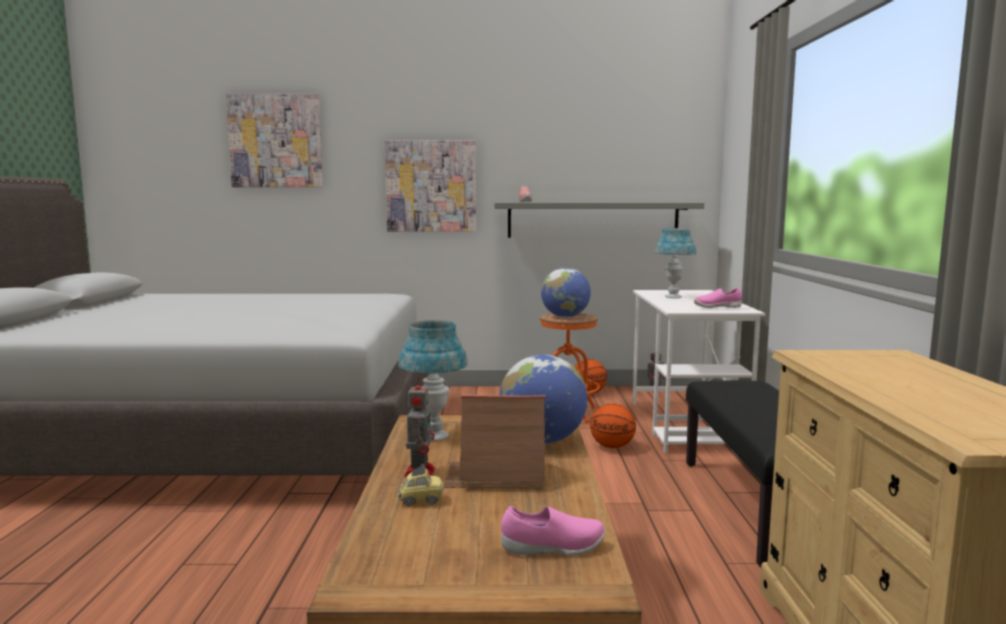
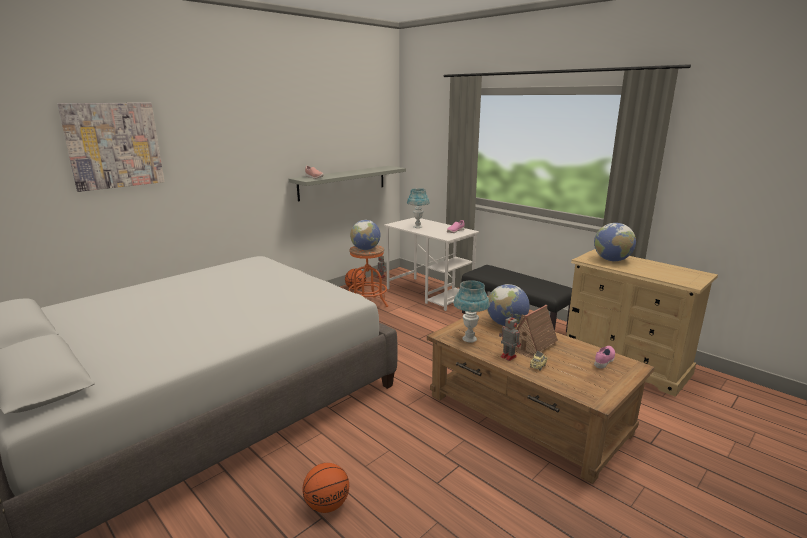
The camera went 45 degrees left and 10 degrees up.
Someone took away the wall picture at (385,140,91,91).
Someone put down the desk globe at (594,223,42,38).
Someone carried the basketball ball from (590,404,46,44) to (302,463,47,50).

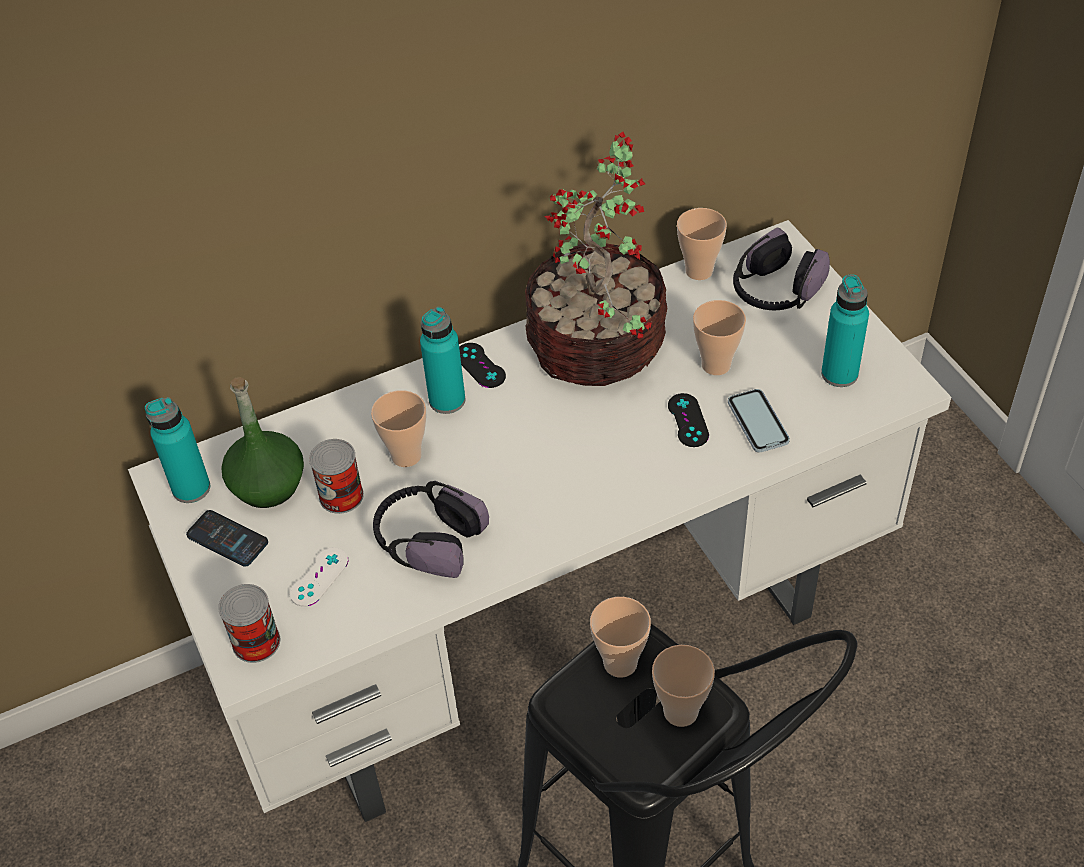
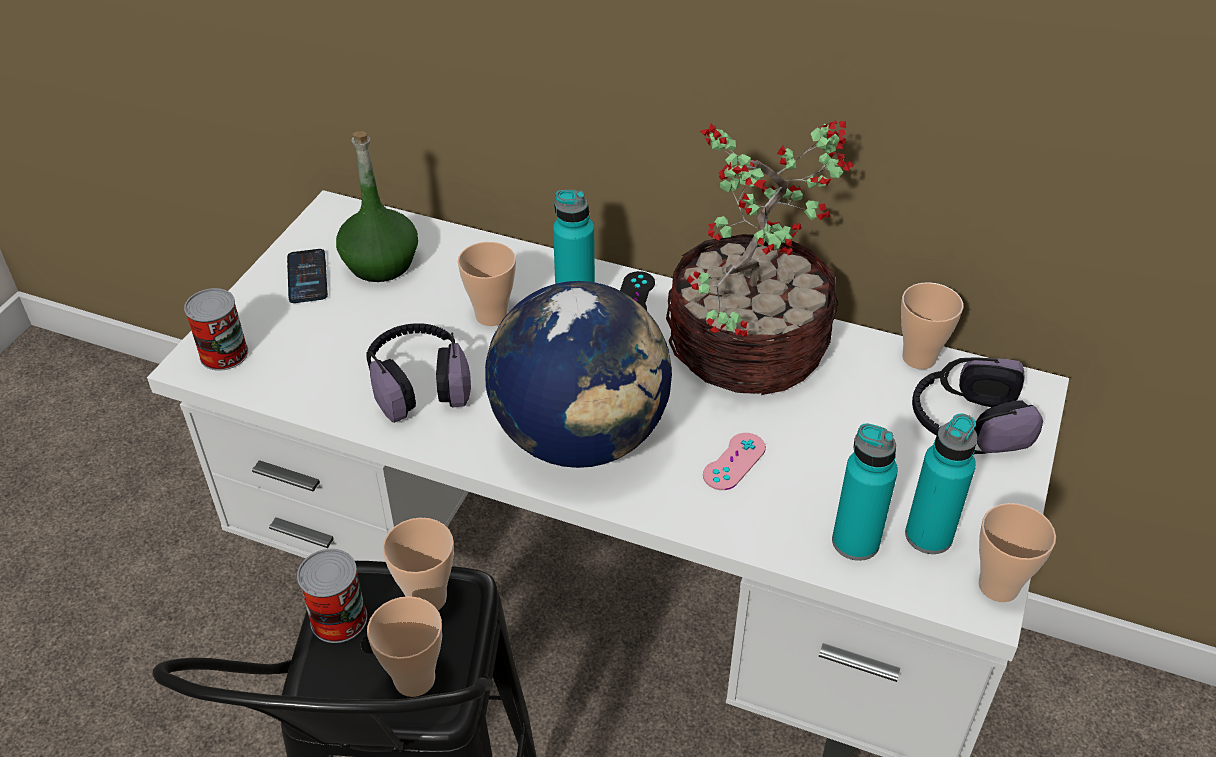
The camera went 45 degrees right and 5 degrees down.
Someone took away the white gamepad at (289,547,59,60).
Someone took away the telephone at (728,389,62,63).
Someone put down the desk globe at (485,281,187,187).
Someone carried the turquoise drink bottle from (145,397,65,106) to (832,423,66,138).
Someone carried the metal can from (309,439,55,75) to (297,549,70,94).
Someone carried the cup from (693,300,53,75) to (979,503,77,100).
Someone repainted the blackish gamepad at (668,393,41,54), which became the pink gamepad at (703,433,63,57).

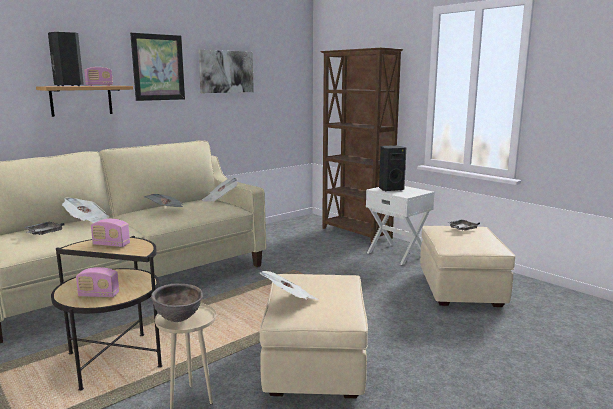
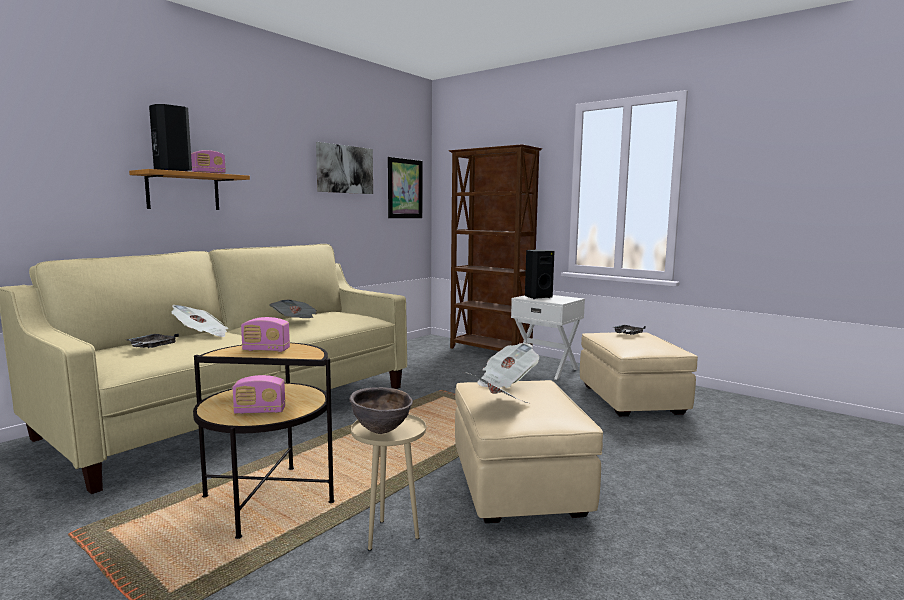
The camera went 10 degrees left and 5 degrees down.
Someone carried the wall picture from (130,33,55,68) to (388,157,34,61).
Someone carried the newspaper from (202,178,36,24) to (477,343,62,45).

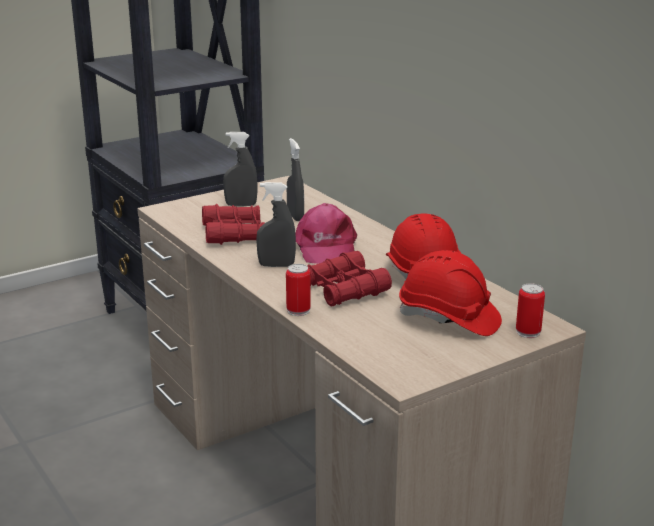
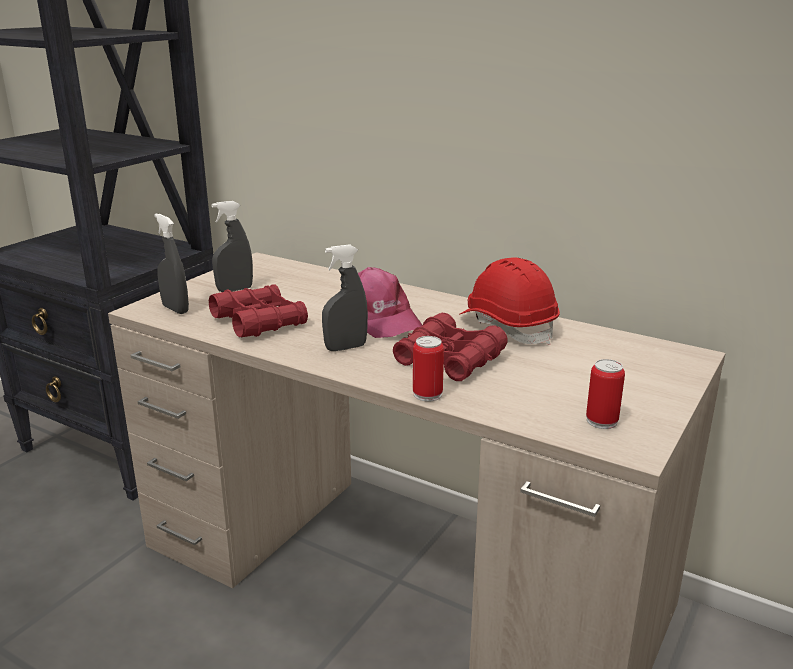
The camera went 25 degrees left and 0 degrees up.
Someone took away the red hard hat at (399,250,103,86).
Someone carried the greyish spray bottle from (287,138,17,83) to (154,213,35,101).
Someone carried the metal can from (516,283,29,55) to (586,359,39,70).

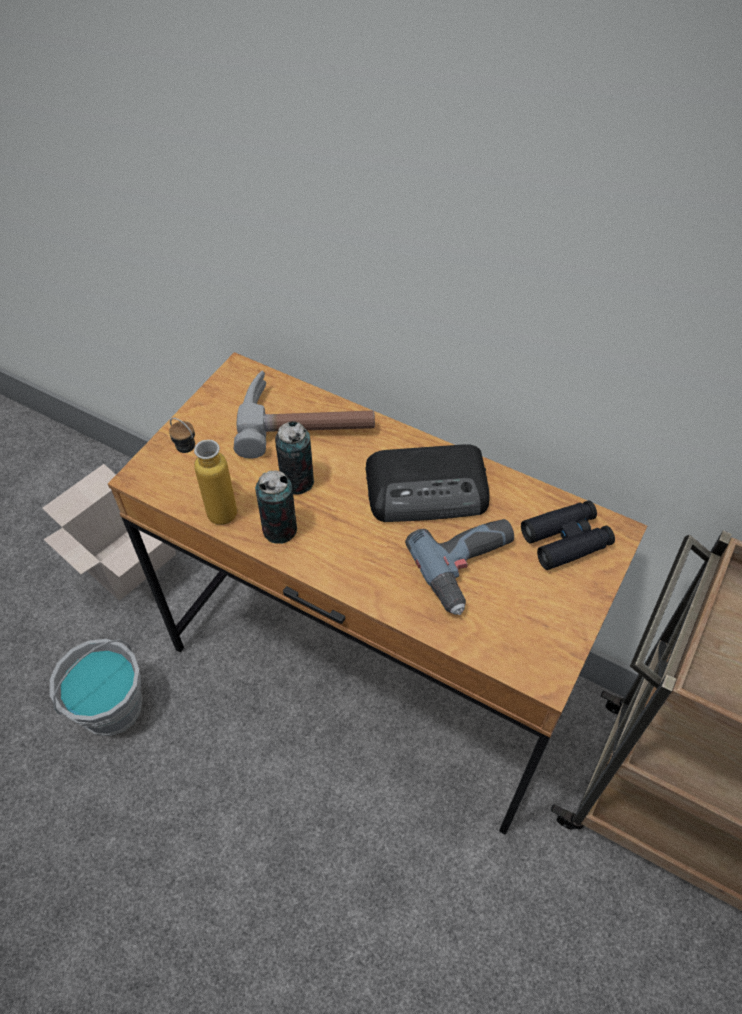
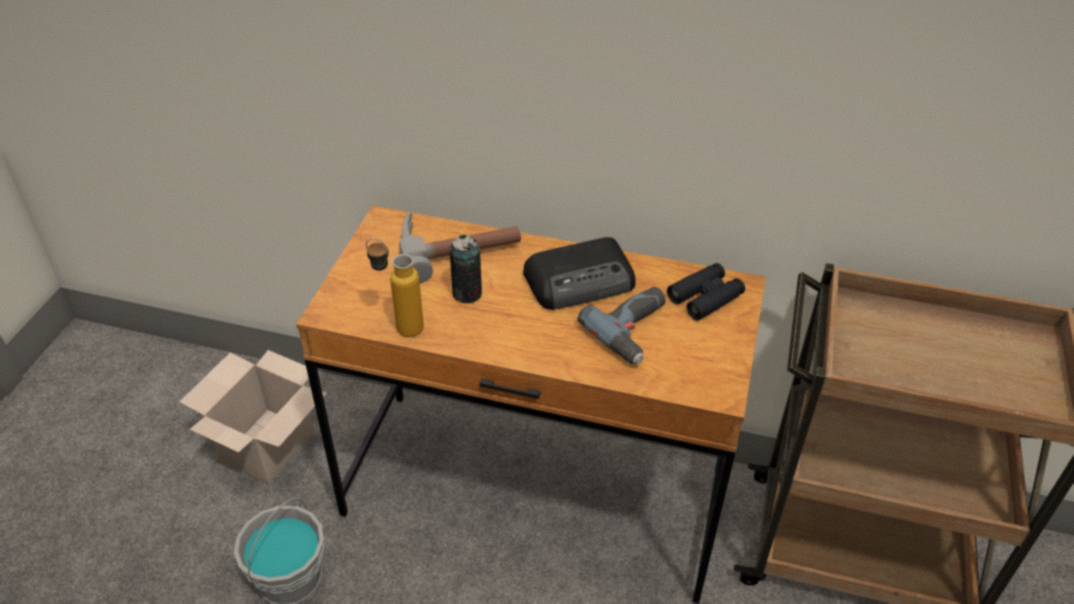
The camera went 15 degrees left and 10 degrees down.
Someone took away the metal can at (255,470,42,74).

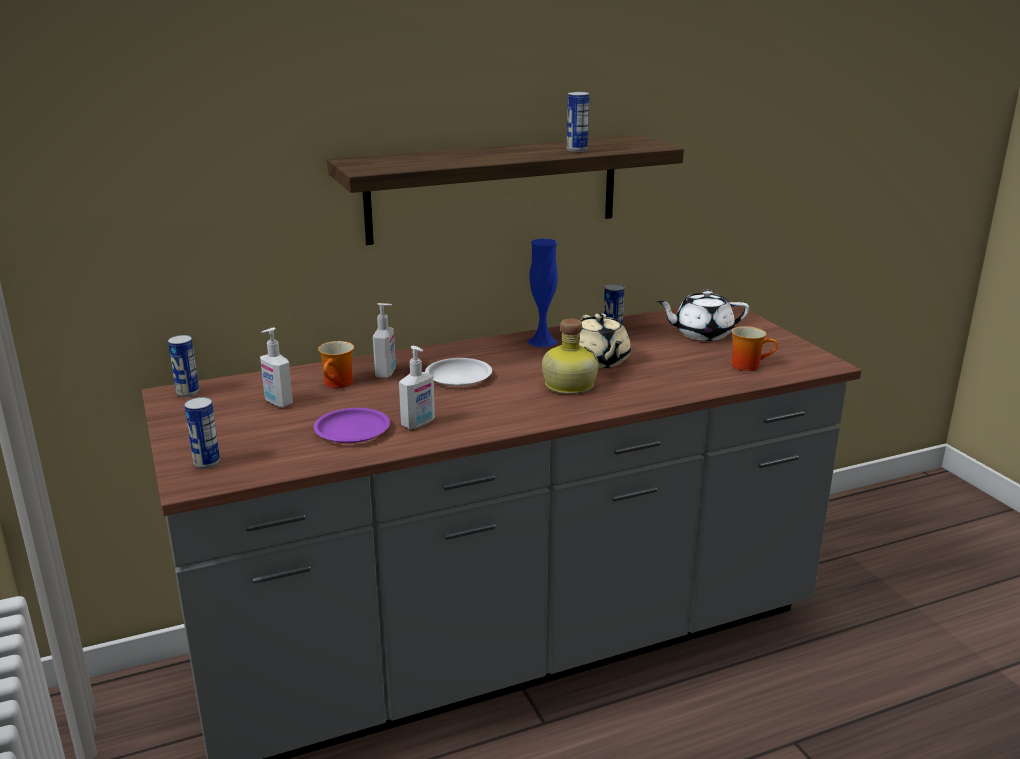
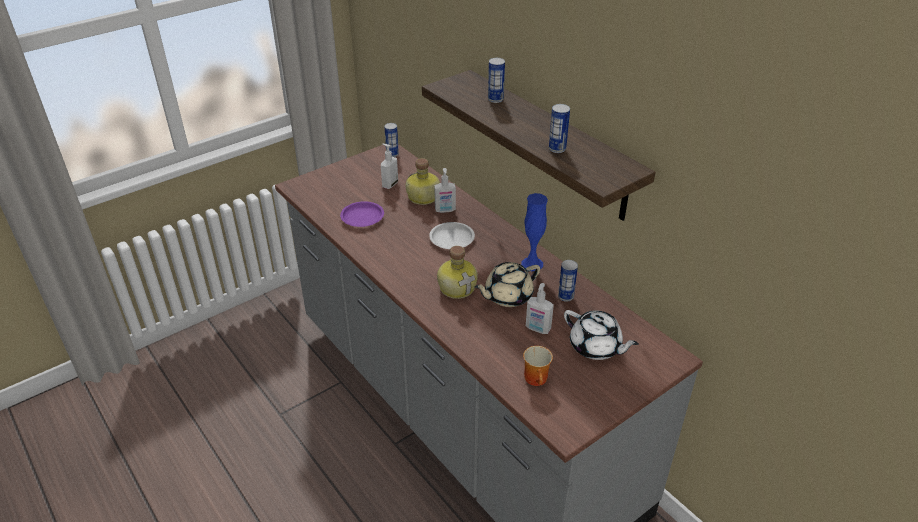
The camera went 75 degrees right and 15 degrees up.
Someone carried the metal can from (184,397,36,72) to (488,58,17,45).
Someone carried the soap dispenser from (399,346,36,83) to (526,283,28,51).
Someone swapped the coffee mug at (318,341,36,47) for the drink bottle at (405,158,35,47).
Someone rotated the white tea pot at (657,290,92,51) by 150 degrees clockwise.

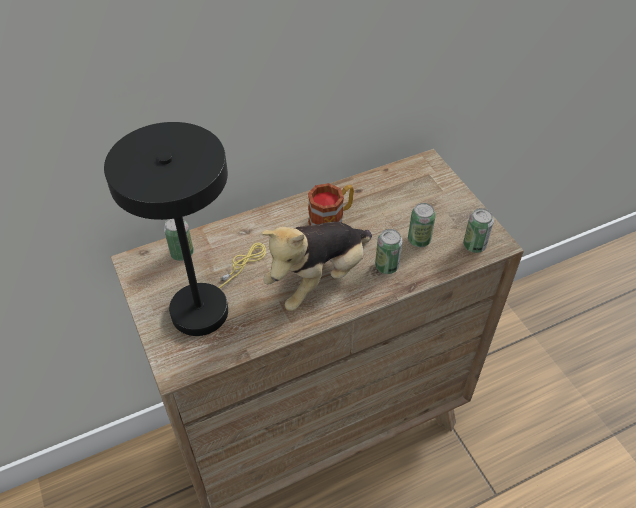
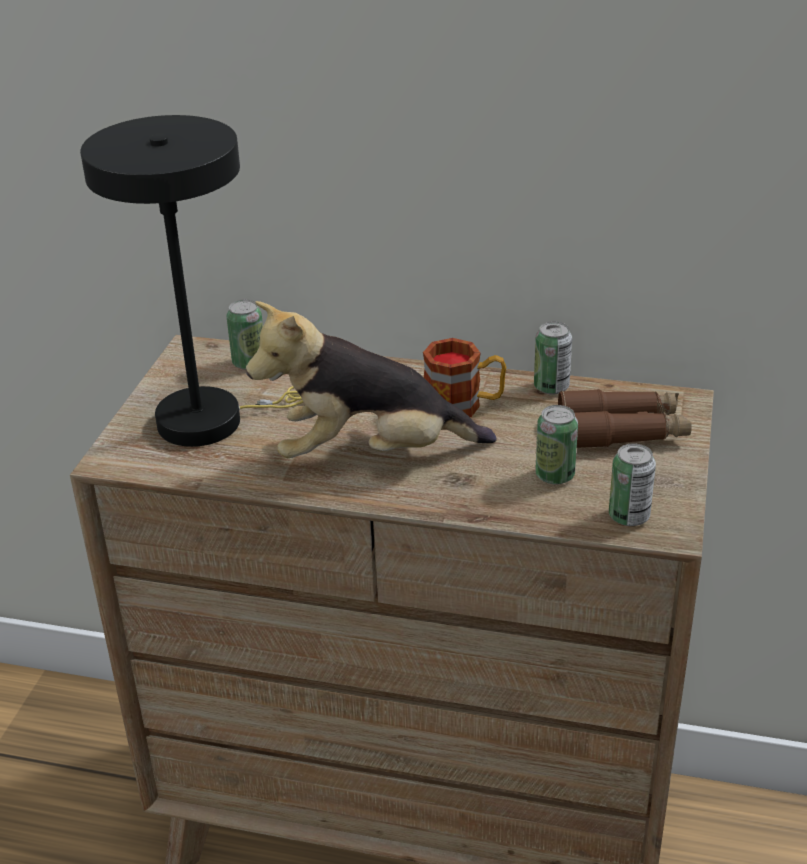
The camera went 40 degrees right and 15 degrees down.
Someone put down the brownish pair of binoculars at (558,389,134,59).
Someone carried the metal can from (375,229,27,45) to (534,321,38,74).

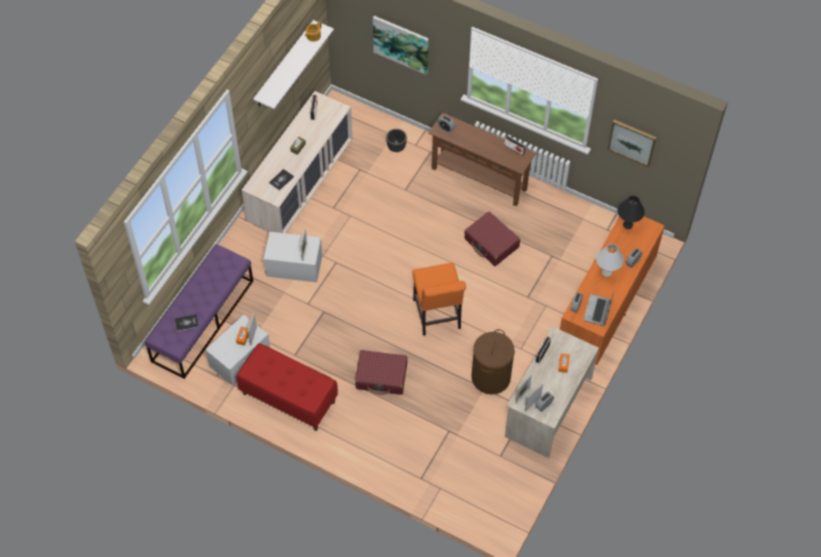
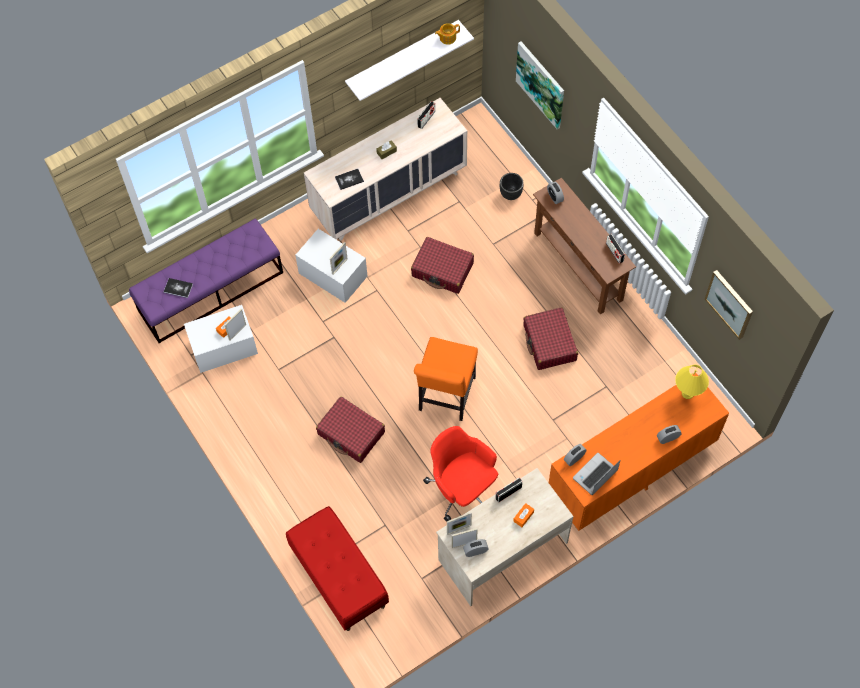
The camera went 30 degrees right and 5 degrees up.
Someone took away the white lamp for a table at (596,244,28,33).
Someone put down the red suitcase at (411,237,63,57).
Someone carried the red long seat from (236,343,102,88) to (286,506,103,125).
Someone swapped the brownish hamper at (472,329,43,65) for the red office chair at (423,426,75,96).
Someone repainted the blackish lamp for a table at (617,196,28,33), which became the yellow lamp for a table at (675,365,34,34).

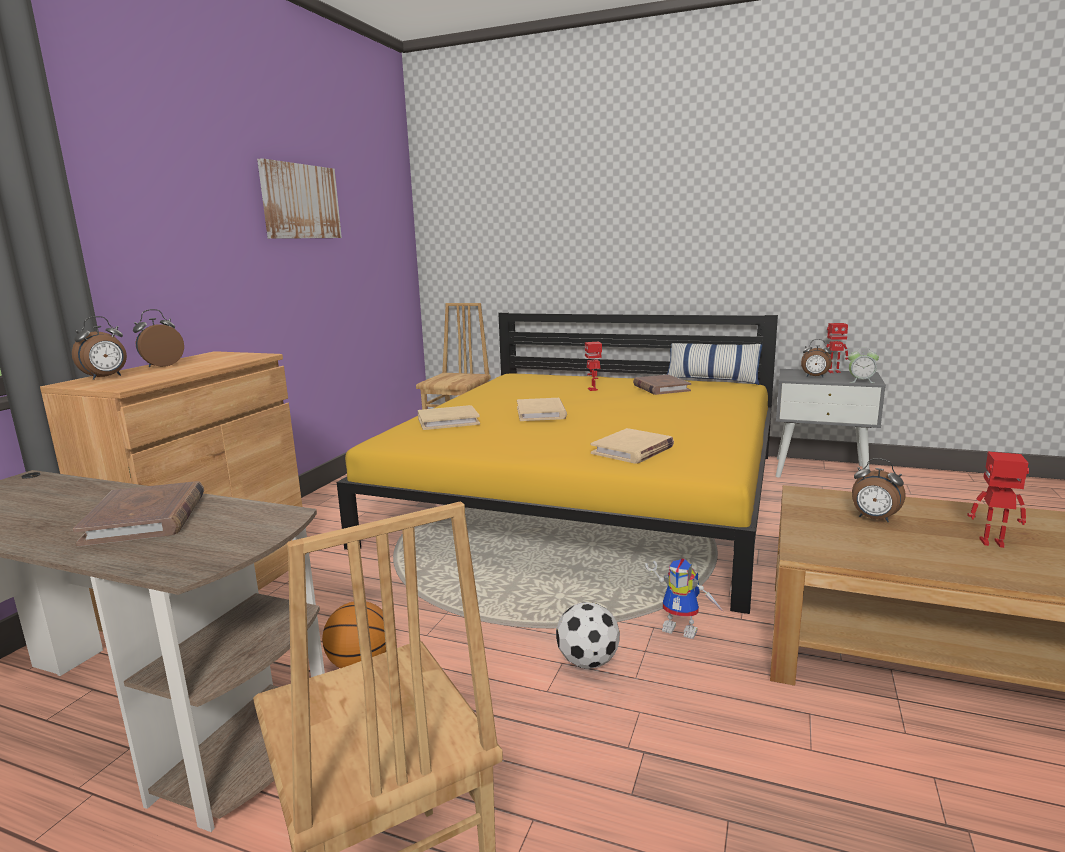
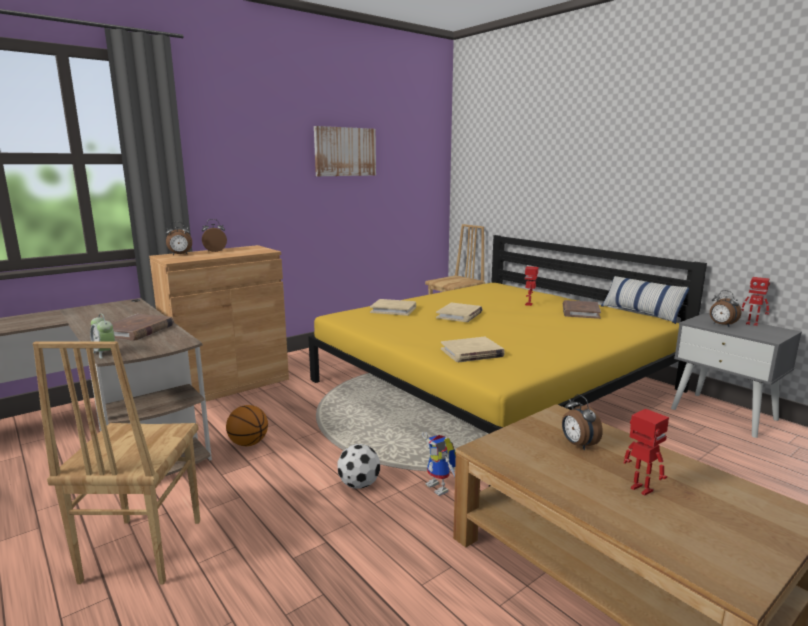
The camera went 30 degrees right and 0 degrees up.
Someone carried the alarm clock from (848,347,31,36) to (90,314,25,45).

